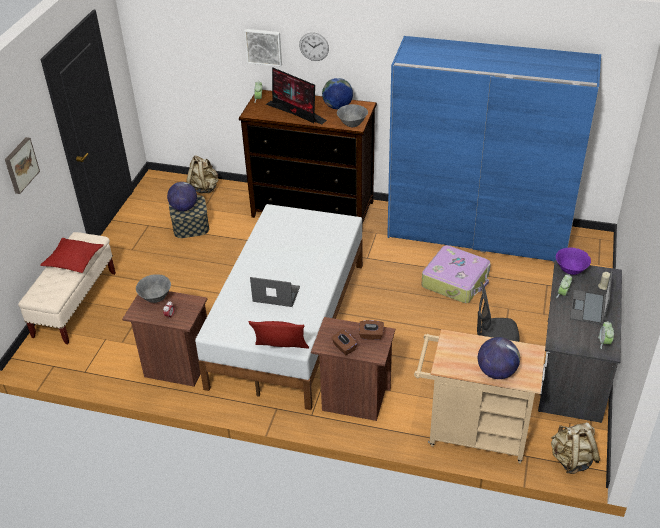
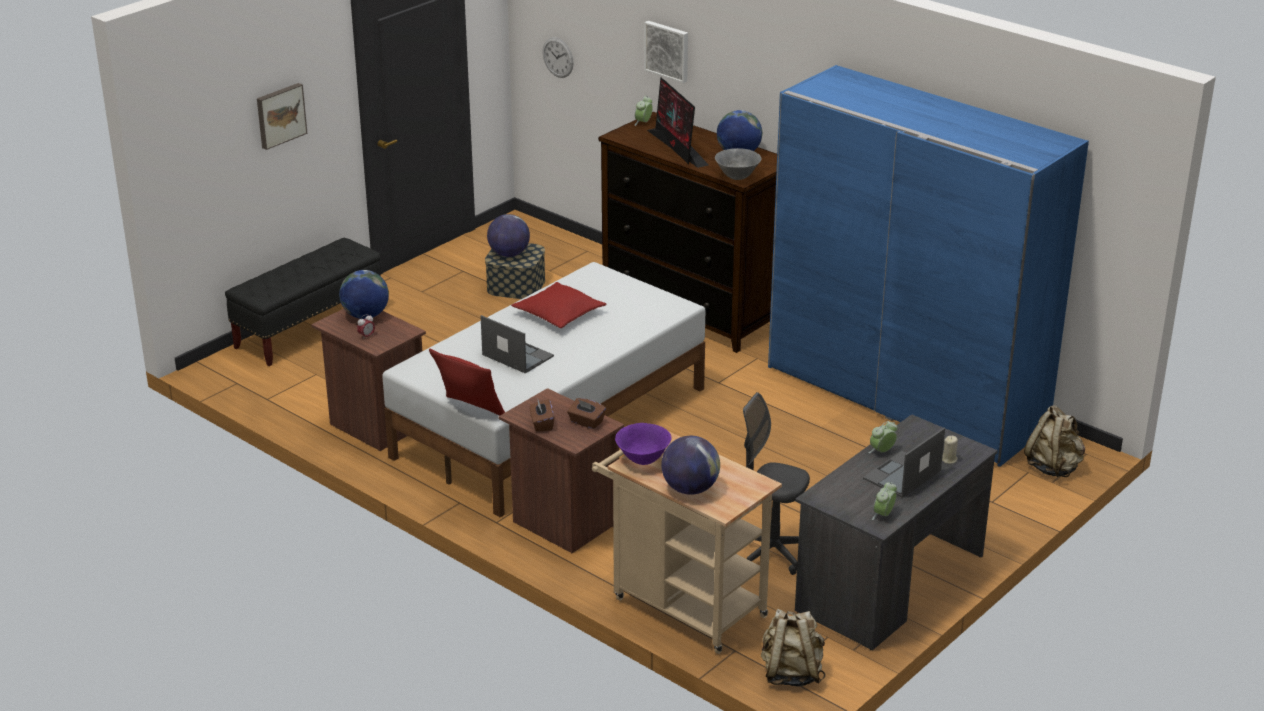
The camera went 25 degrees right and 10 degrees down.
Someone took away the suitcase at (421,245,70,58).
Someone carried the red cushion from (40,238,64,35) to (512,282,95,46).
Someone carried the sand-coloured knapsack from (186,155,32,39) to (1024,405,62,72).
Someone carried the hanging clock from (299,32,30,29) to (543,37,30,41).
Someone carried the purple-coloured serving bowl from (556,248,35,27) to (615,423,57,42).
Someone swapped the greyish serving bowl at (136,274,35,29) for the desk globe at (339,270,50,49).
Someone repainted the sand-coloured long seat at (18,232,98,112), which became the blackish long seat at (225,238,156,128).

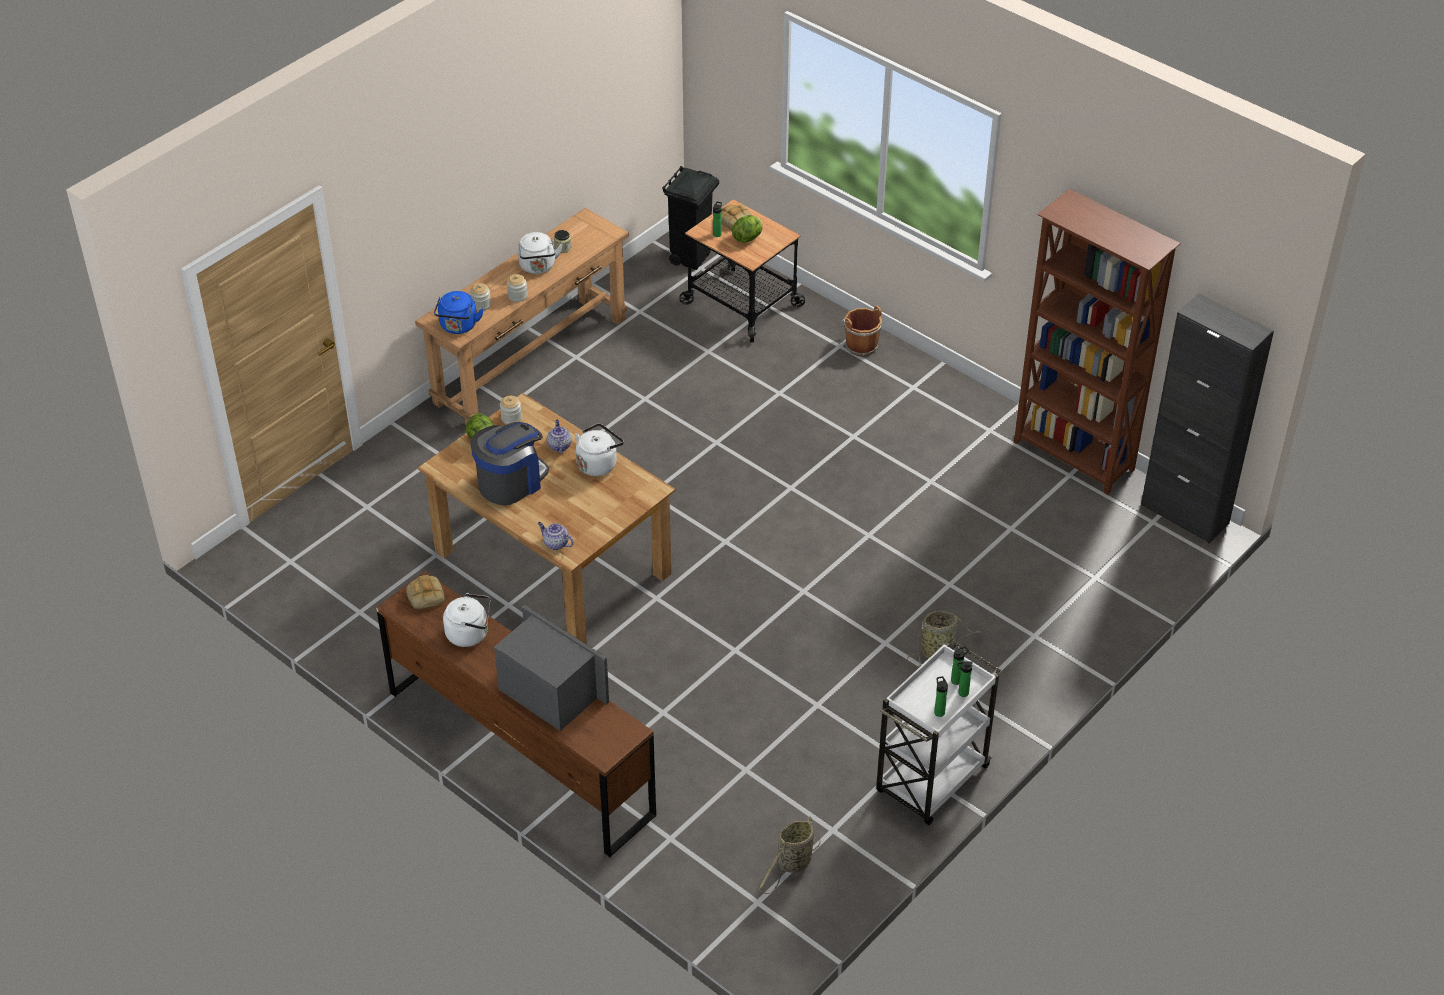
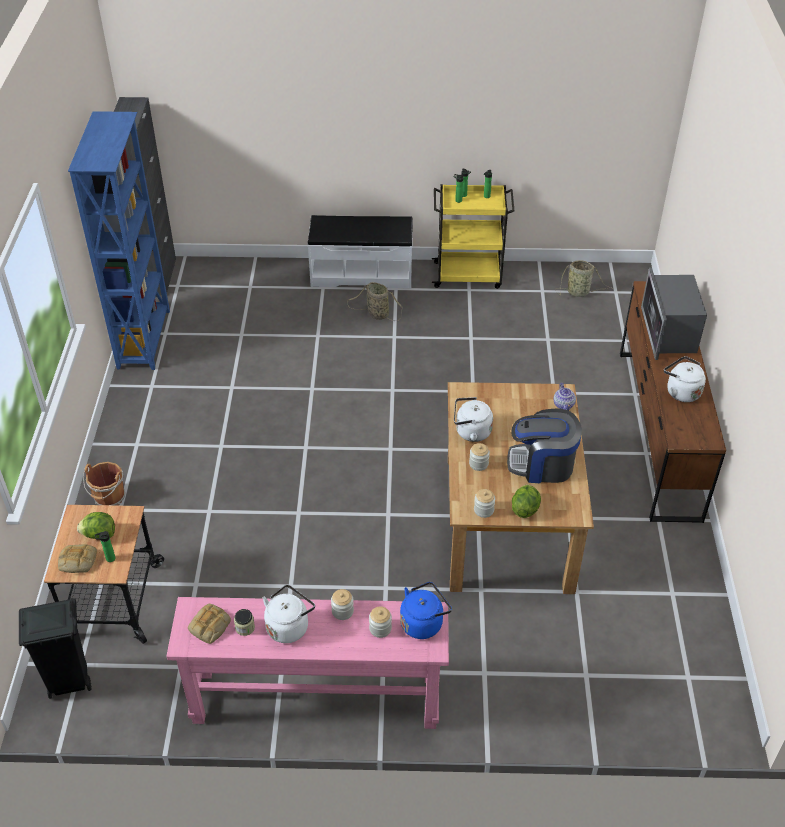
The camera went 130 degrees left and 0 degrees up.
Someone put down the white long seat at (307,215,106,73).
Someone carried the bread from (406,575,38,34) to (188,604,43,40).
Someone swapped the tea pot at (547,420,25,34) for the jar at (469,443,21,28).
Someone repainted the brownish console table at (415,208,214,217), which became the pink console table at (166,597,283,132).
Someone repainted the white trolley at (876,642,125,183), which became the yellow trolley at (432,184,82,105).
Someone repainted the brownish bookshelf at (1014,189,167,306), which became the bluish bookshelf at (68,111,102,259).

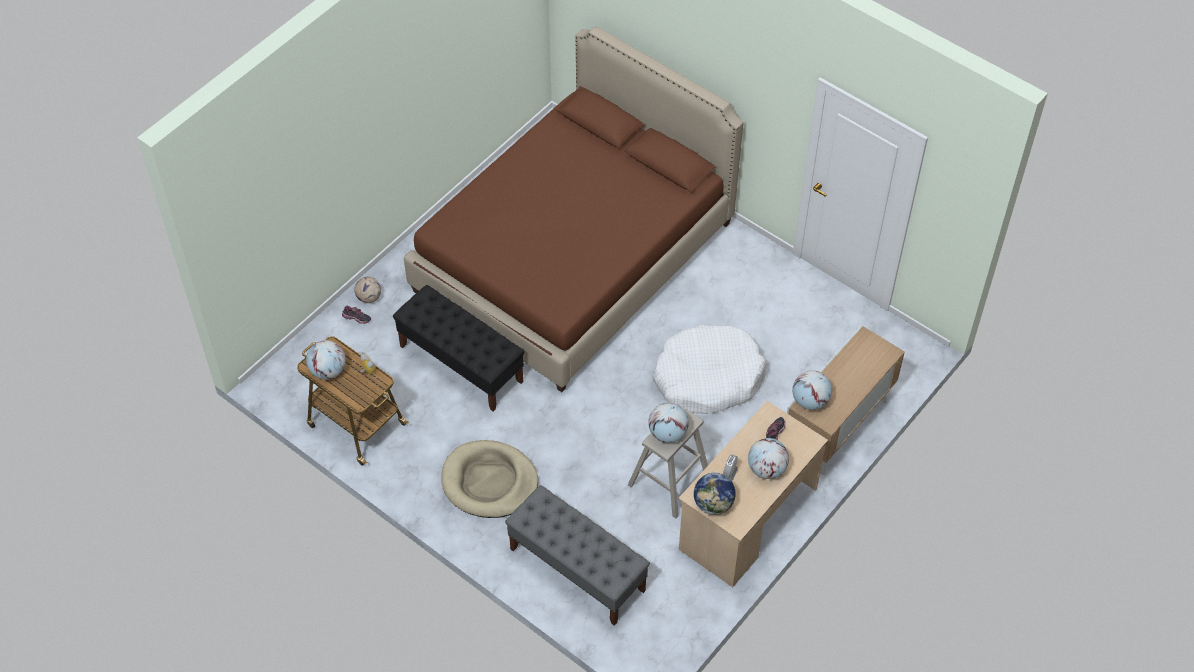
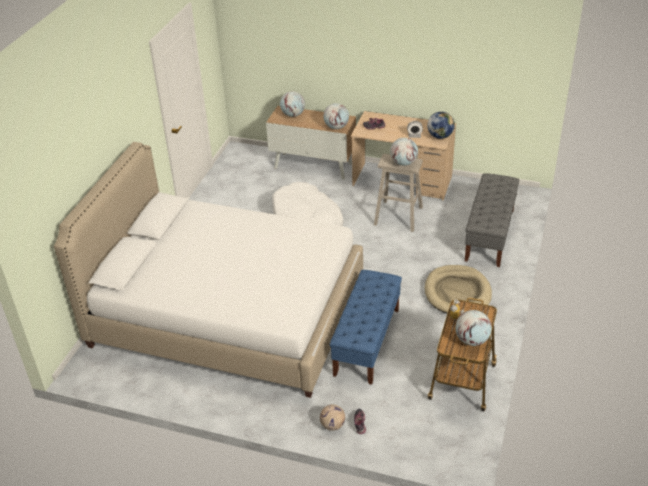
The camera went 110 degrees left and 15 degrees down.
Someone carried the desk globe from (748,438,41,41) to (280,91,25,26).
Someone repainted the blackish long seat at (393,285,131,126), which became the bluish long seat at (329,270,73,115).
Someone repainted the brownish bedroom bed at (404,26,339,366), which became the white bedroom bed at (54,142,309,256).

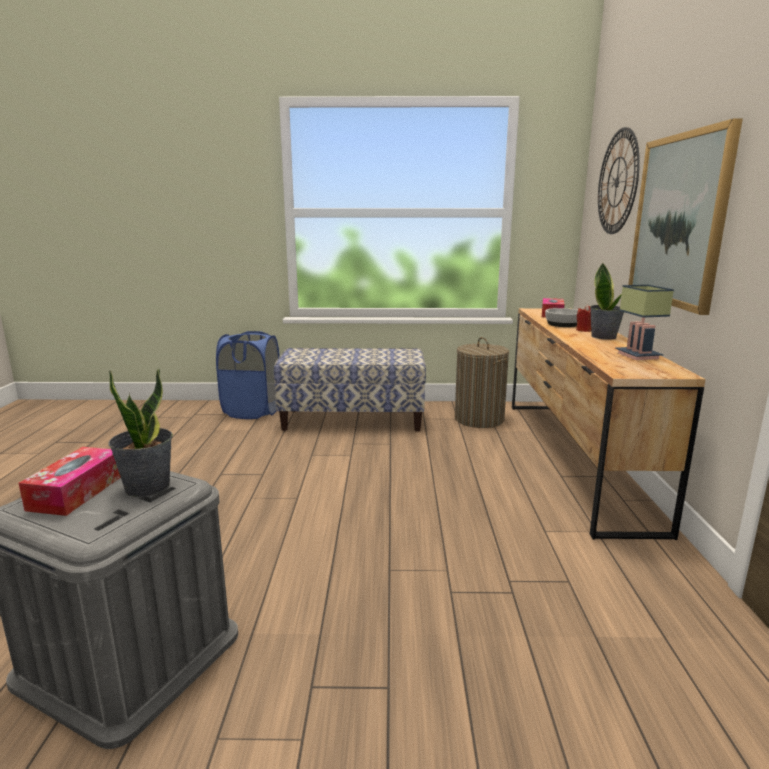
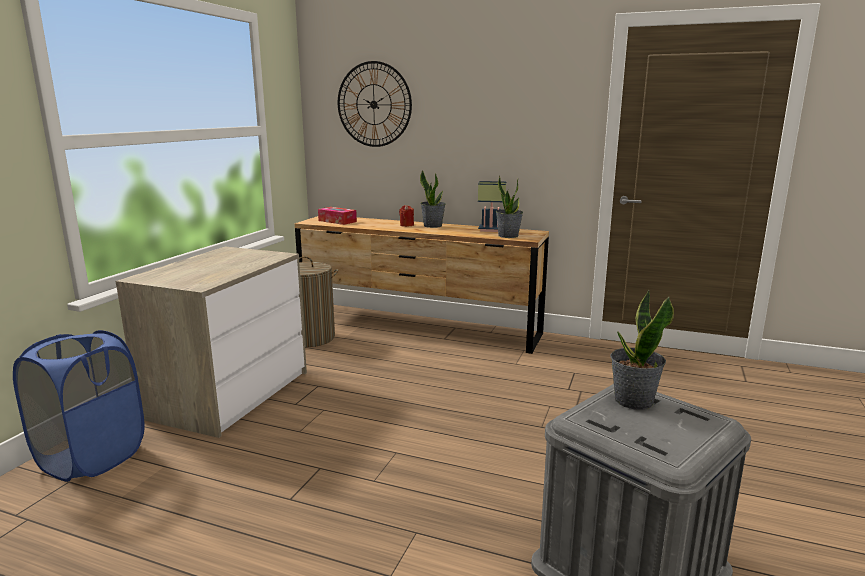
The camera went 70 degrees left and 0 degrees up.
Someone took away the box of tissues at (19,447,102,69).
Someone took away the serving bowl at (545,308,33,19).
Someone took away the wall picture at (628,119,115,196).
Someone put down the potted plant at (496,176,27,62).
Someone swapped the long seat at (274,348,152,83) for the drawer chest at (116,247,191,191).

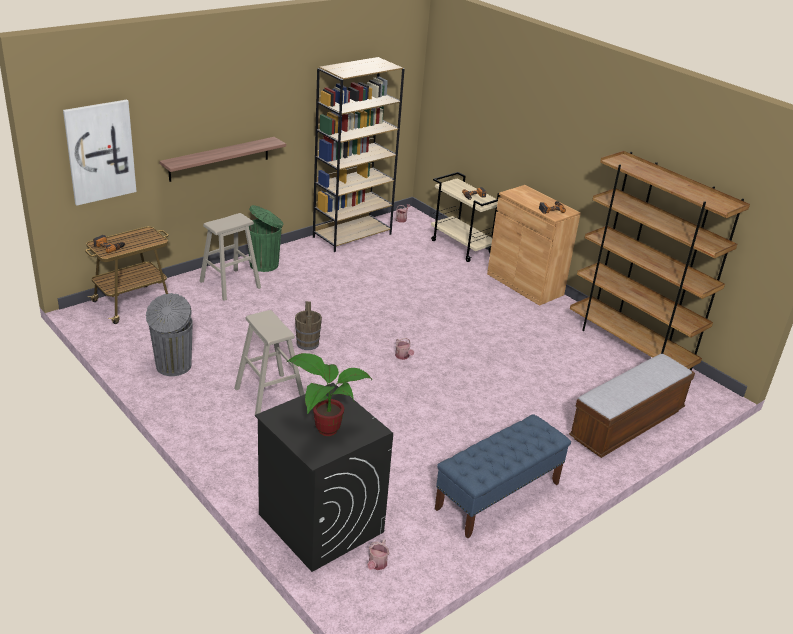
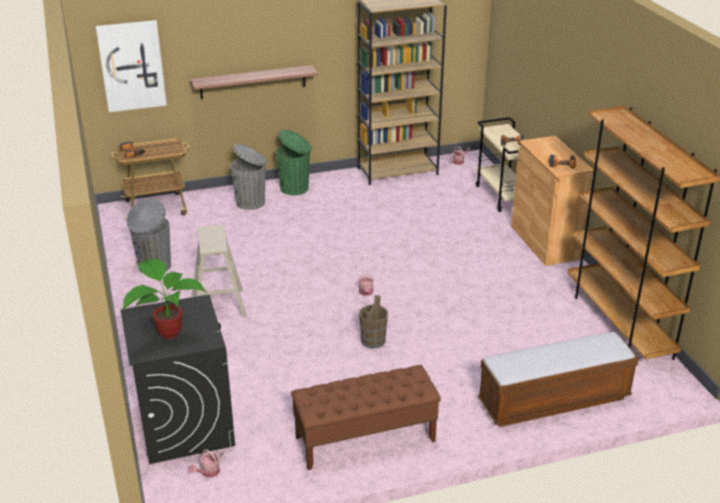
The camera went 25 degrees right and 0 degrees up.
Someone carried the brownish pail from (295,301,27,49) to (359,295,29,54).
Someone swapped the sand-coloured stool at (200,213,61,88) for the greyish rubbish bin at (230,144,37,66).
Someone repainted the bluish long seat at (435,414,136,124), which became the brownish long seat at (291,365,150,105).

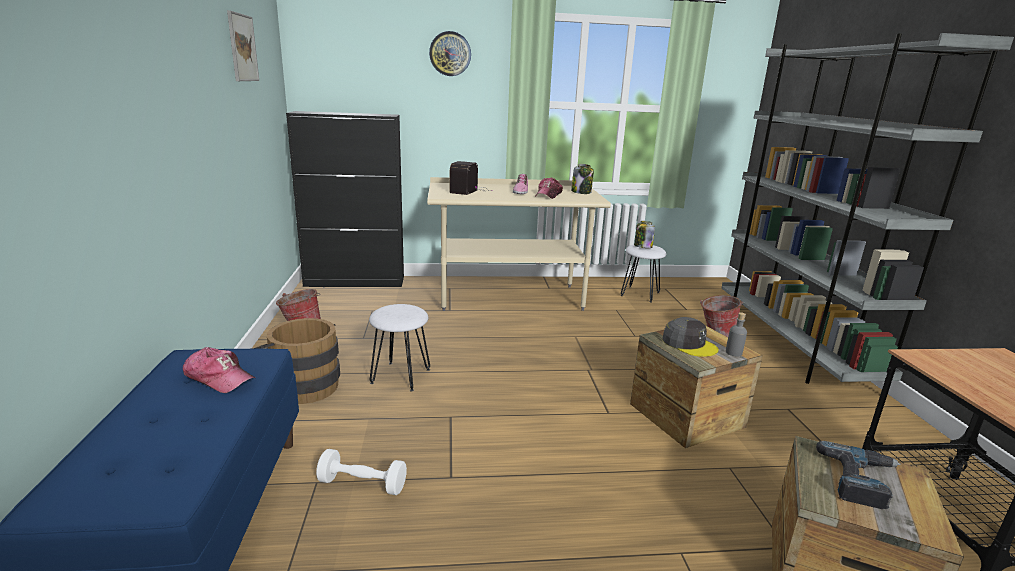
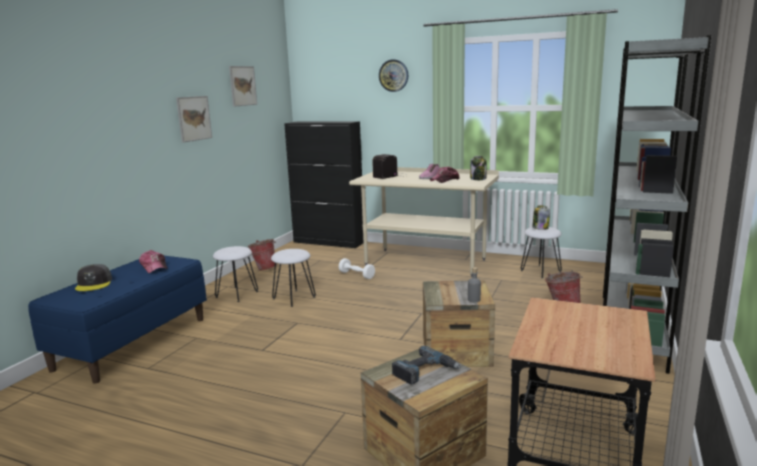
The camera went 30 degrees right and 5 degrees down.
Someone put up the wall picture at (176,96,36,47).
Someone carried the white free weight from (316,449,91,46) to (339,258,36,21).
Someone carried the greyish baseball cap from (662,317,57,40) to (75,264,37,27).
Someone swapped the brownish pail at (254,318,86,86) for the white stool at (213,246,45,56).

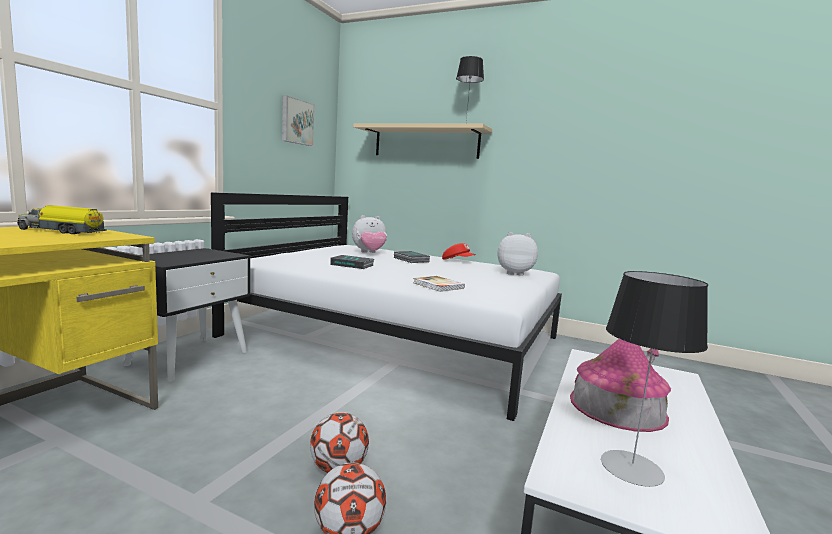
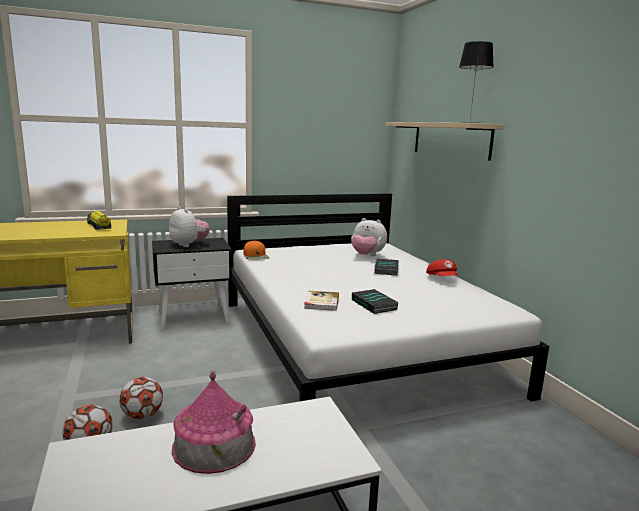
The camera went 45 degrees right and 5 degrees up.
Someone took away the wall picture at (282,95,33,51).
Someone took away the lamp for a table at (601,271,107,216).
Someone put down the orange-coloured baseball cap at (243,240,26,20).
Someone carried the book from (330,255,44,14) to (352,289,47,25).
Someone carried the cuddly toy from (497,232,41,44) to (169,207,41,40).

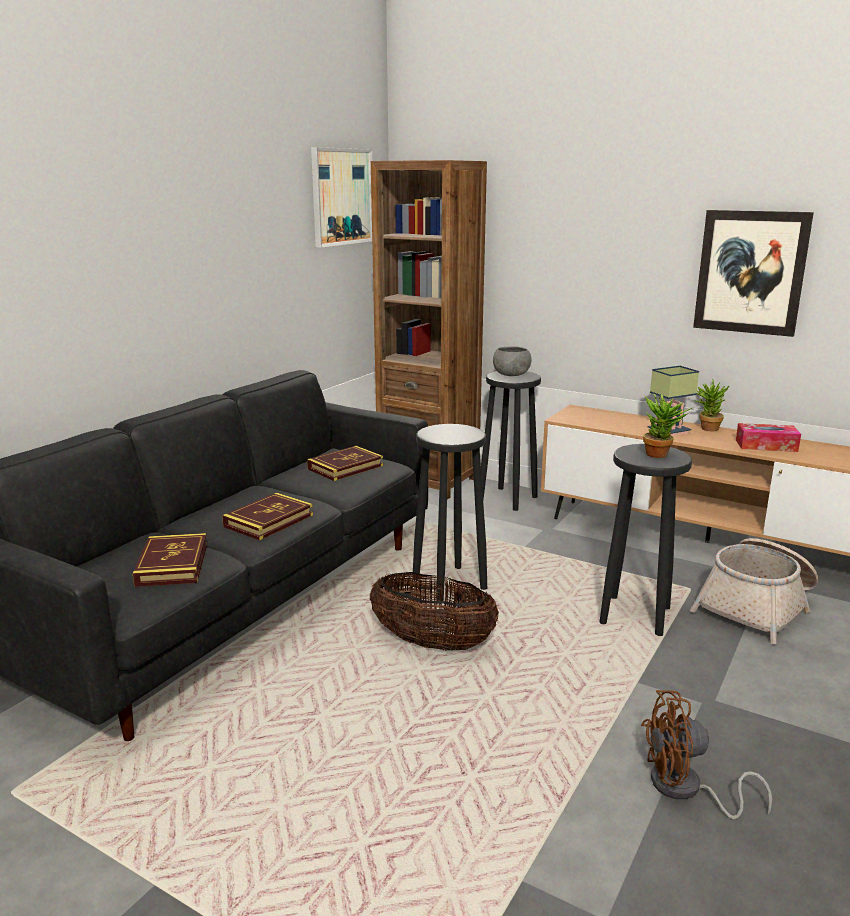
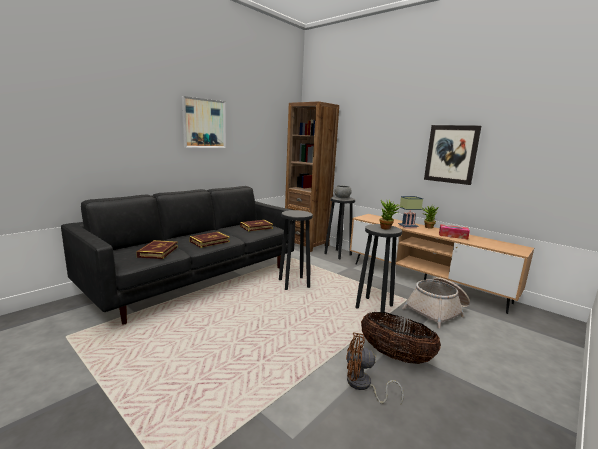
The camera went 10 degrees right and 5 degrees down.
Someone carried the wall picture from (311,147,61,101) to (182,96,44,52).
Someone carried the basket from (370,572,129,79) to (361,312,80,52).

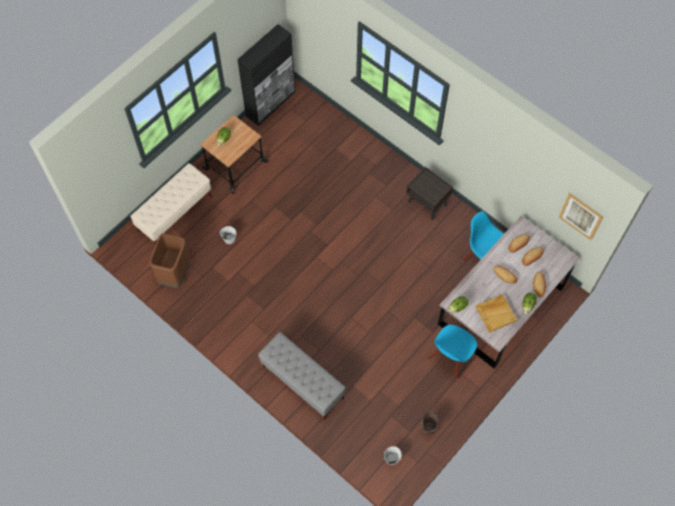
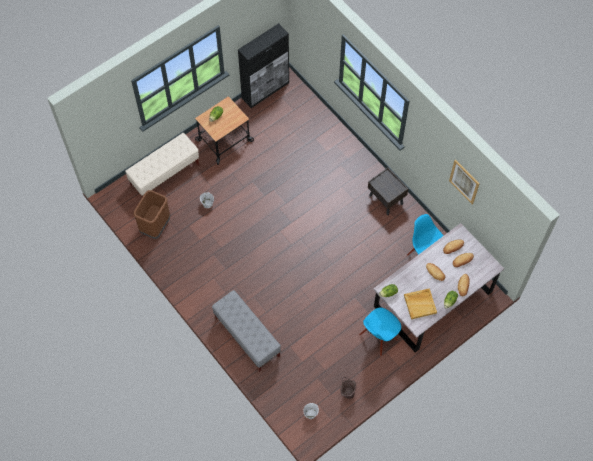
The camera went 10 degrees right and 0 degrees up.
Someone carried the wall picture from (559,193,44,47) to (449,159,30,45).

